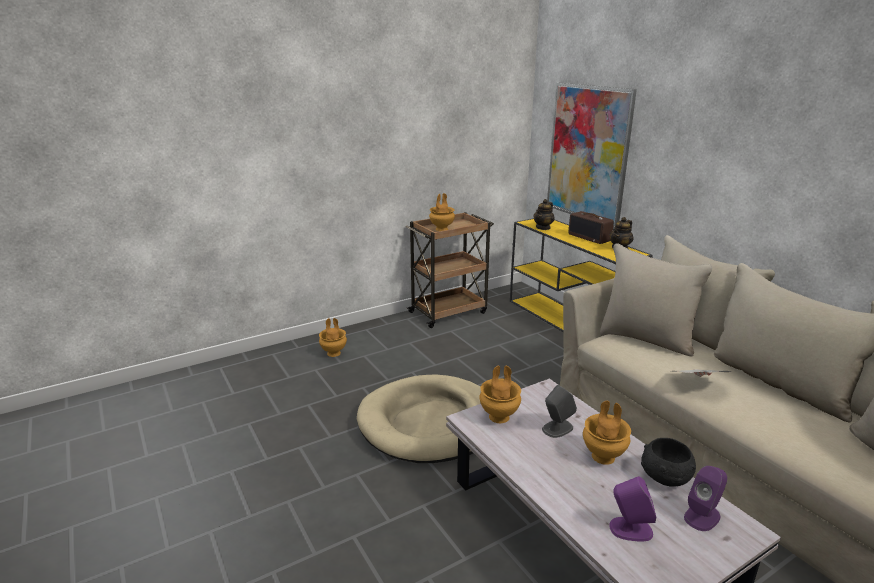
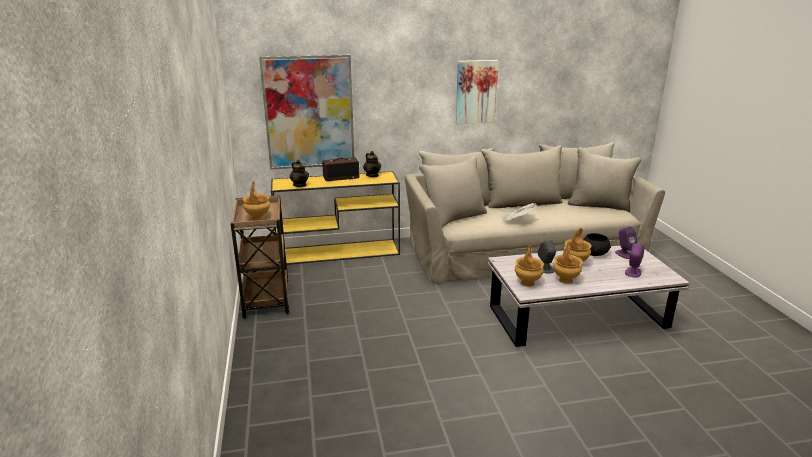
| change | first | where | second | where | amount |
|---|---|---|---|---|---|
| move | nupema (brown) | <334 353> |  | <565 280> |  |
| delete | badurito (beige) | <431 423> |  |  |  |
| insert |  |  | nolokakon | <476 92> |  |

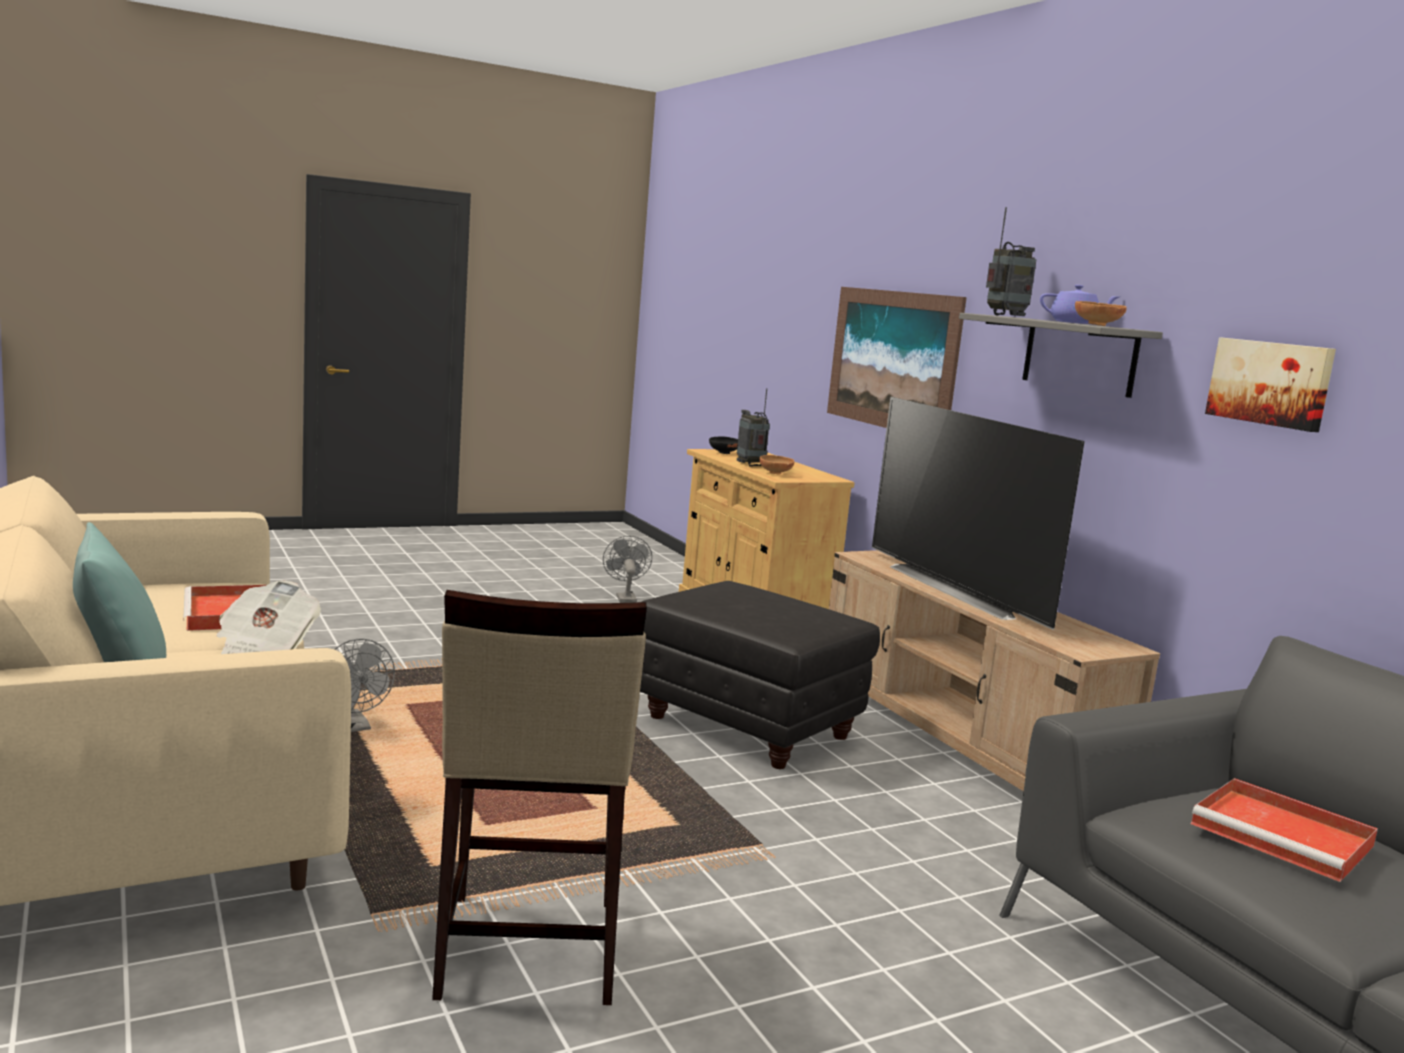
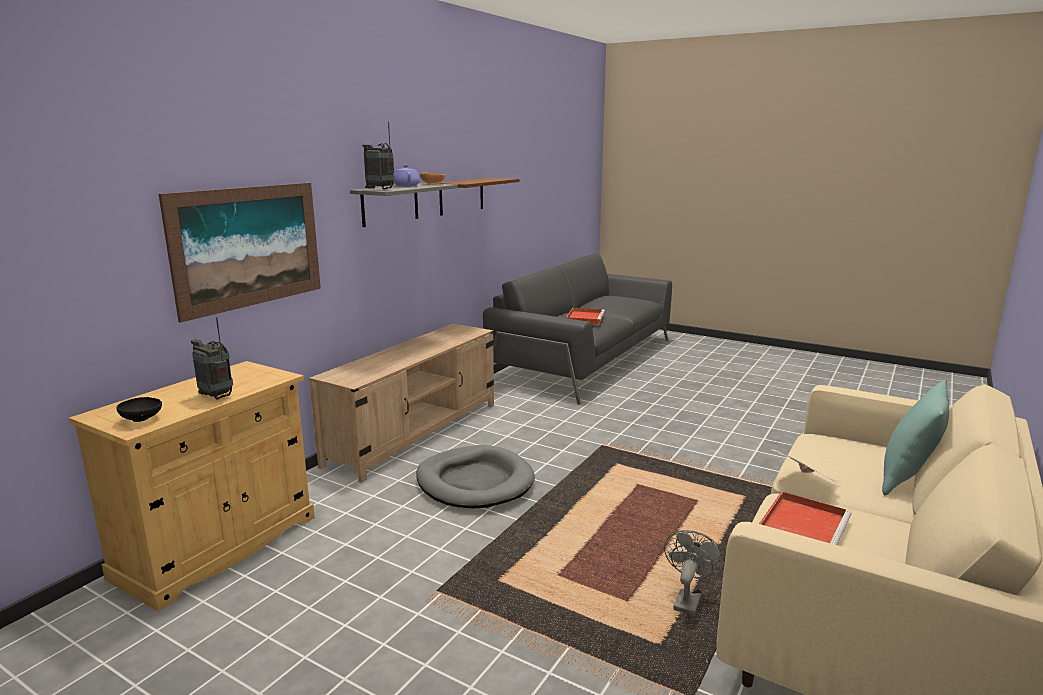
| change | first | where | second | where | amount |
|---|---|---|---|---|---|
| delete | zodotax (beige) | <526 948> |  |  |  |
| delete | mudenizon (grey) | <625 598> |  |  |  |
| replace | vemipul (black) | <748 726> | badurito (grey) | <475 482> |  |
| rotate | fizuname | <750 465> |  | <216 396> | 90 degrees clockwise |
| delete | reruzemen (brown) | <775 474> |  |  |  |
| delete | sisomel | <961 590> |  |  |  |
| replace | nolokakon | <1270 383> | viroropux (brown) | <461 196> |  |

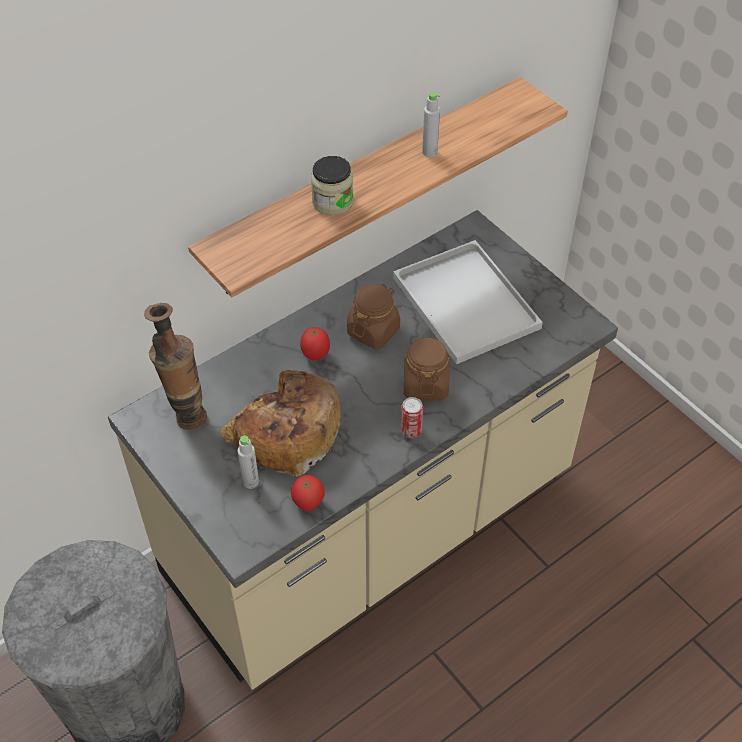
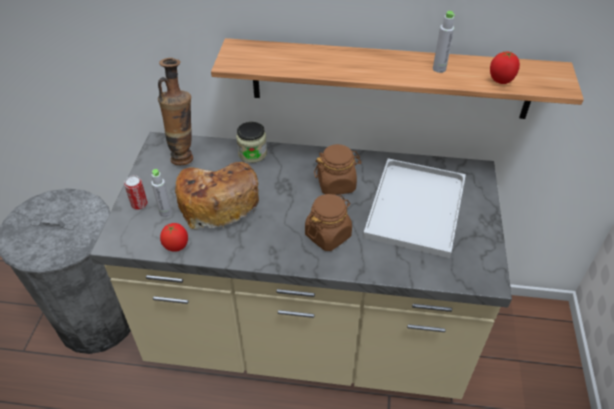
| change | first | where | second | where | amount |
|---|---|---|---|---|---|
| move | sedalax | <316 355> |  | <501 81> |  |
| move | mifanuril | <332 201> |  | <252 153> |  |
| move | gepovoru | <411 431> |  | <139 204> |  |

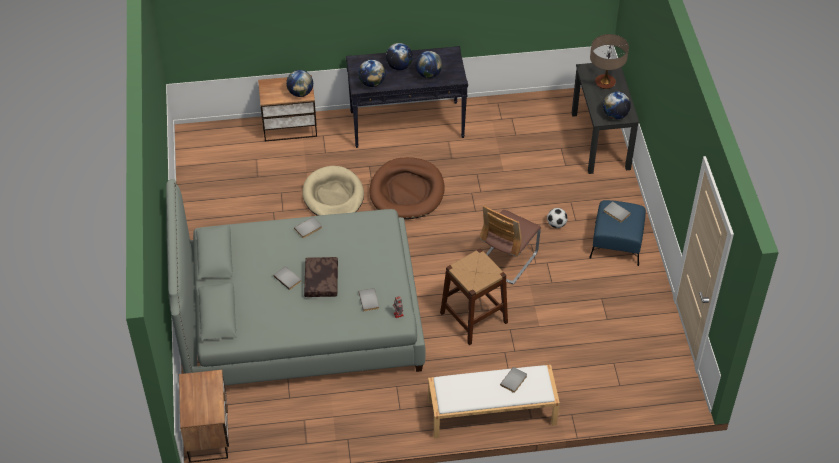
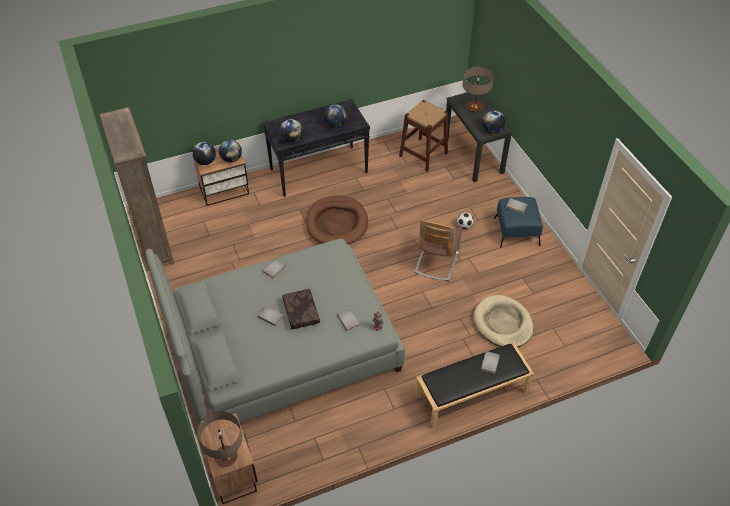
| change | first | where | second | where | amount |
|---|---|---|---|---|---|
| move | badurito (beige) | <333 196> |  | <503 323> |  |
| move | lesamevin | <399 66> |  | <205 162> |  |
| recolor | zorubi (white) | <491 413> | zorubi (black) | <471 394> |  |
| move | zodotax (brown) | <473 317> |  | <423 154> |  |
| insert |  |  | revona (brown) | <154 244> |  |
| insert |  |  | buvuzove | <226 457> |  |

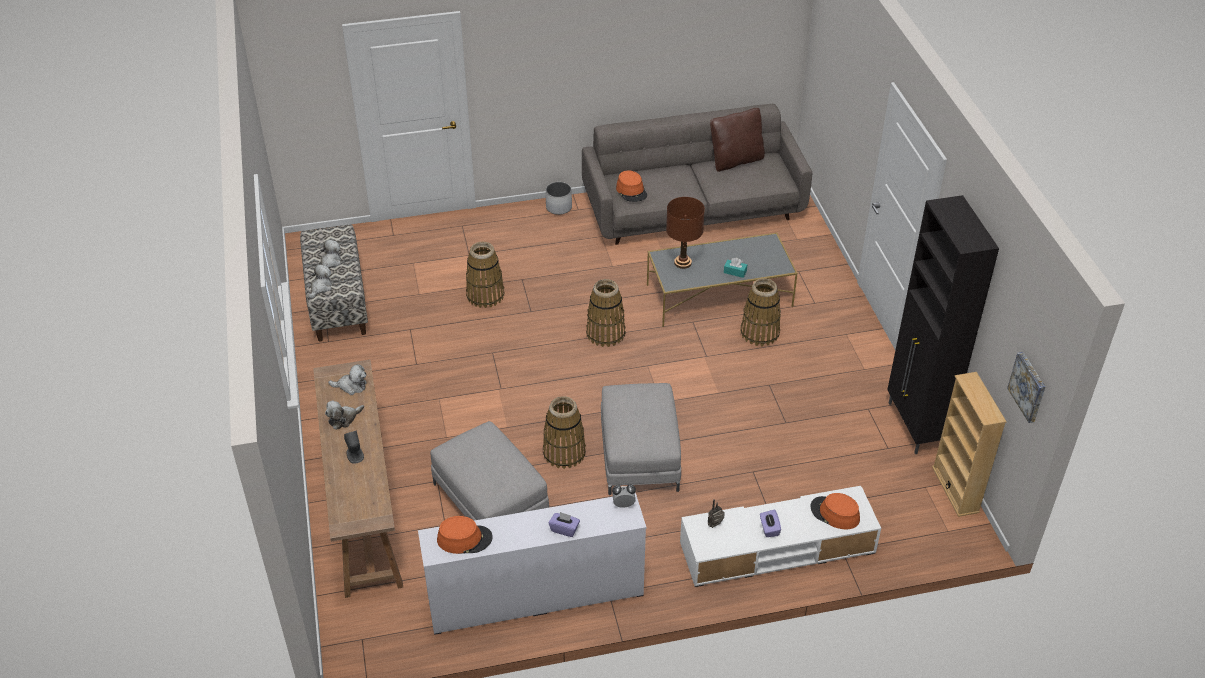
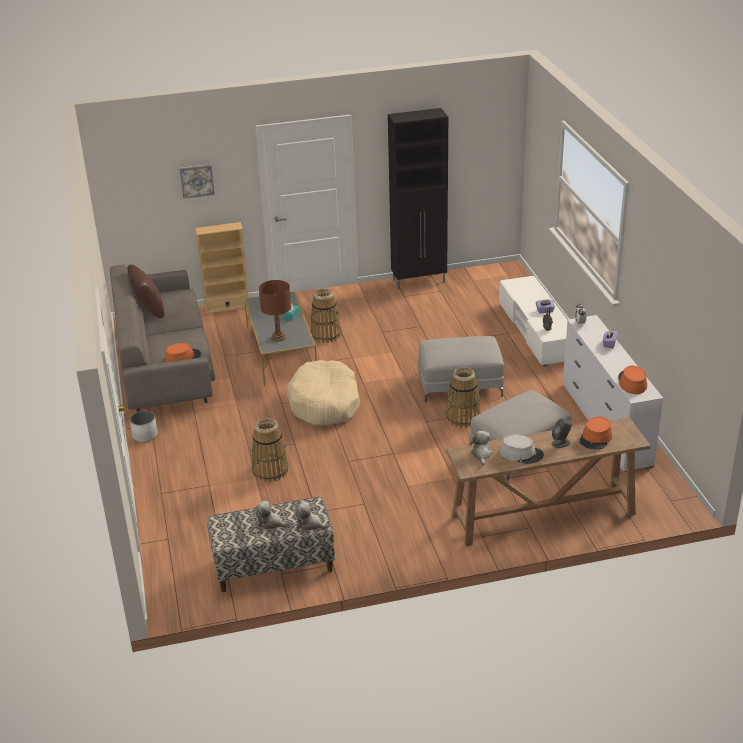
| change | first | where | second | where | amount |
|---|---|---|---|---|---|
| replace | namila | <343 419> | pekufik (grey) | <521 453> |  |
| replace | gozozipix | <606 333> | badurito (beige) | <325 403> |  |
| move | pekufik (orange) | <834 513> |  | <596 438> |  |
| move | revona (beige) | <955 489> |  | <227 307> |  |
| move | nolokakon | <1028 387> |  | <197 180> |  |

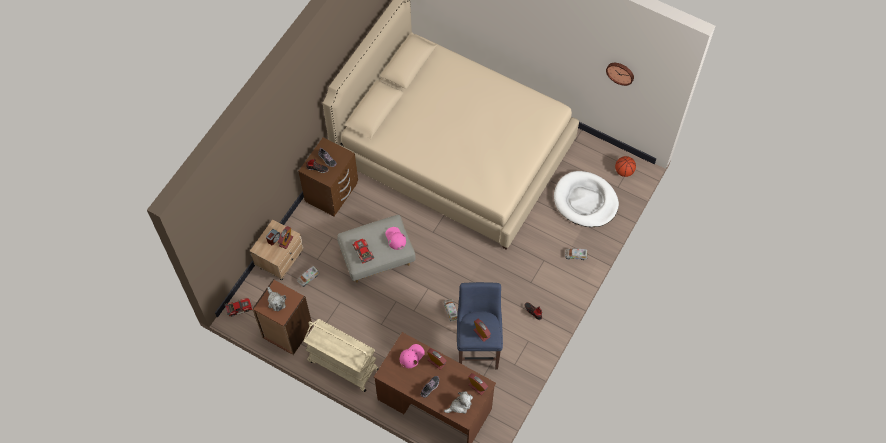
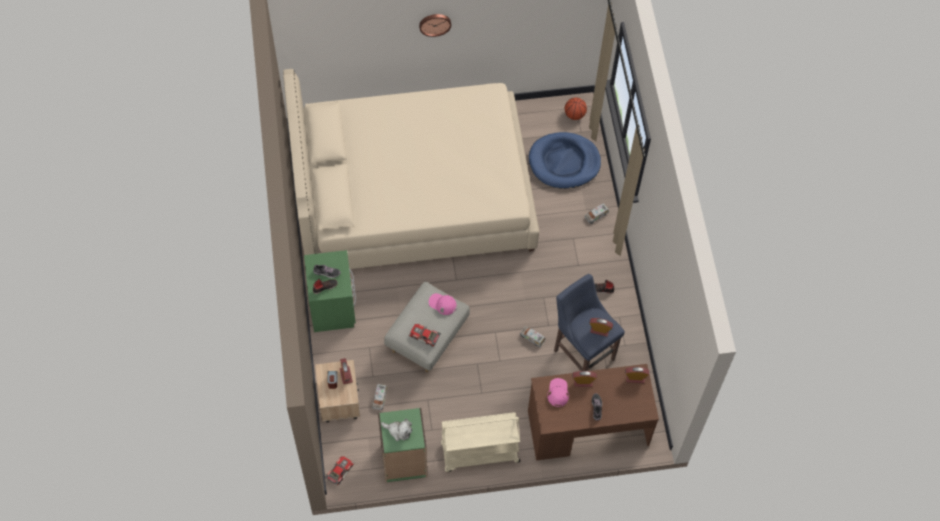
| change | first | where | second | where | amount |
|---|---|---|---|---|---|
| recolor | revona (brown) | <287 332> | revona (green) | <403 461> |  |
| recolor | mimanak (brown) | <332 193> | mimanak (green) | <333 307> |  |
| delete | namila | <460 405> |  |  |  |
| recolor | badurito (white) | <585 201> | badurito (blue) | <564 162> |  |
| move | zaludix | <620 72> |  | <435 23> |  |

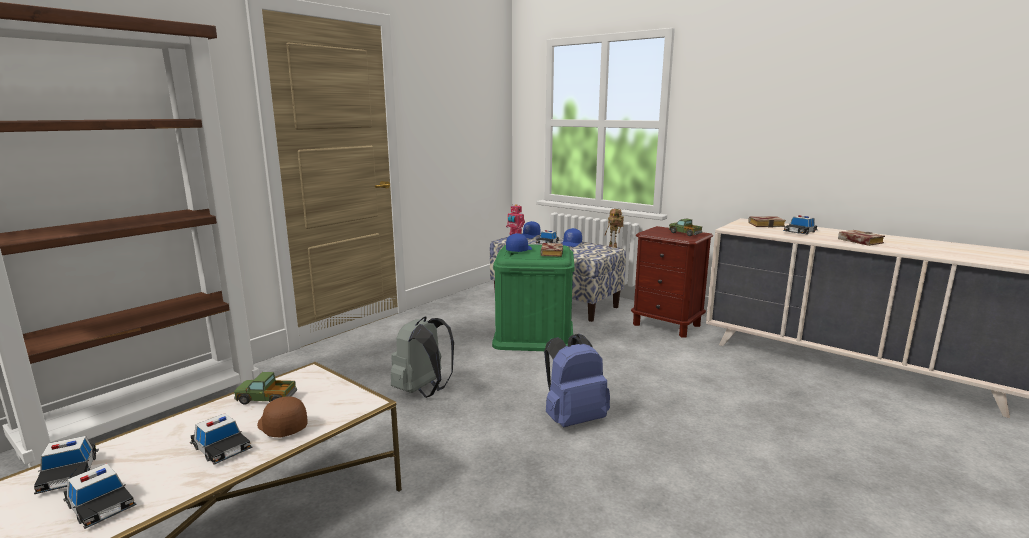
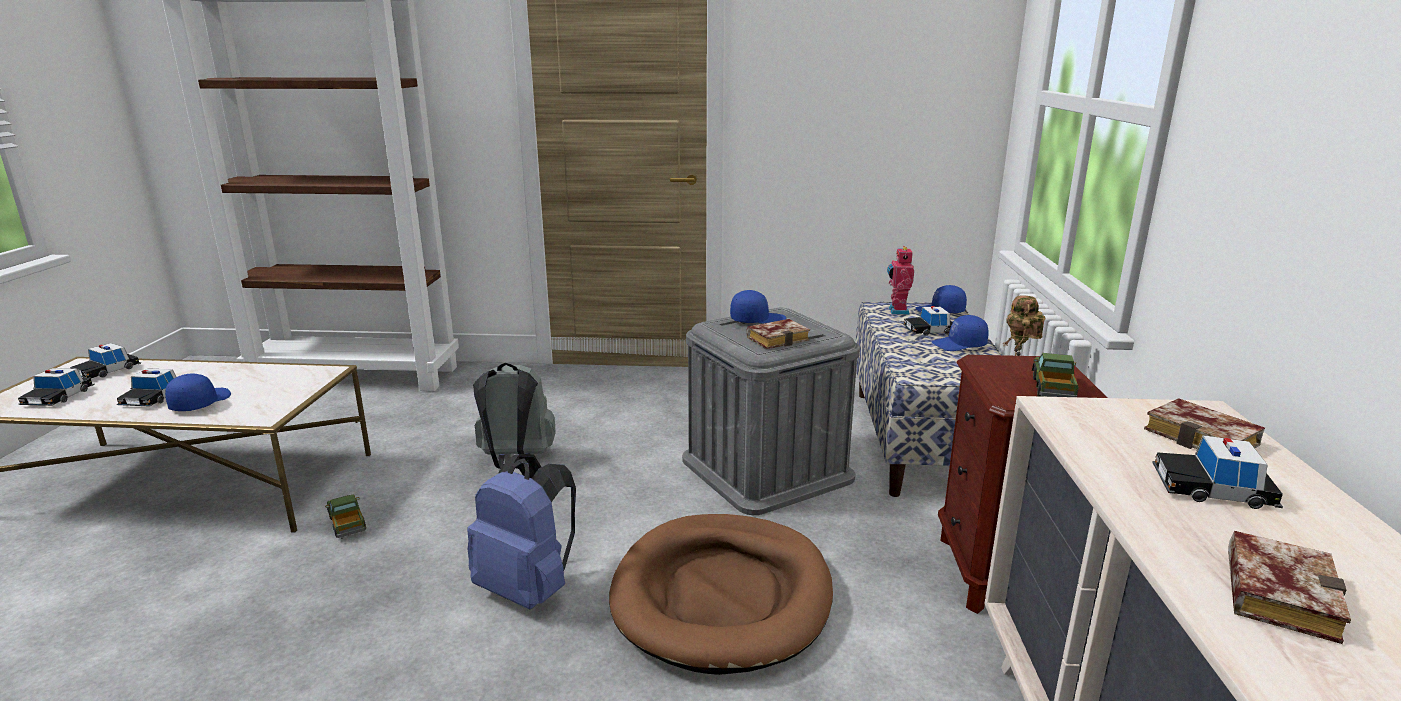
| change | first | where | second | where | amount |
|---|---|---|---|---|---|
| move | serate | <267 399> |  | <347 524> |  |
| recolor | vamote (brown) | <281 426> | vamote (blue) | <200 402> |  |
| recolor | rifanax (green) | <534 335> | rifanax (grey) | <766 468> |  |
| insert |  |  | badurito (brown) | <722 596> |  |

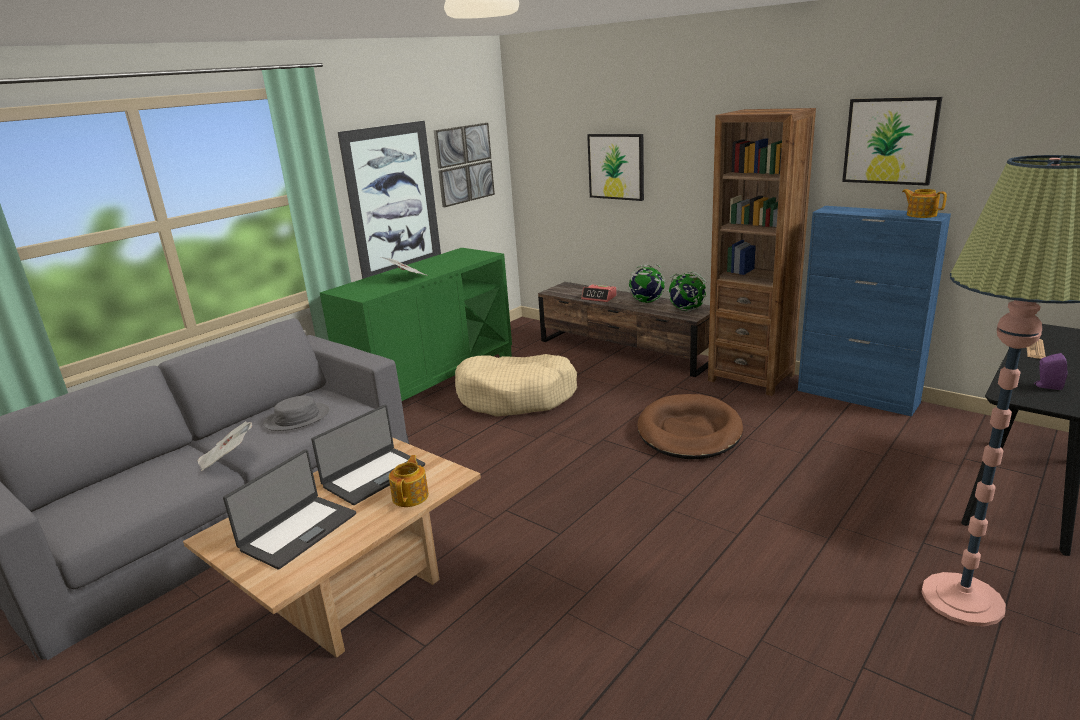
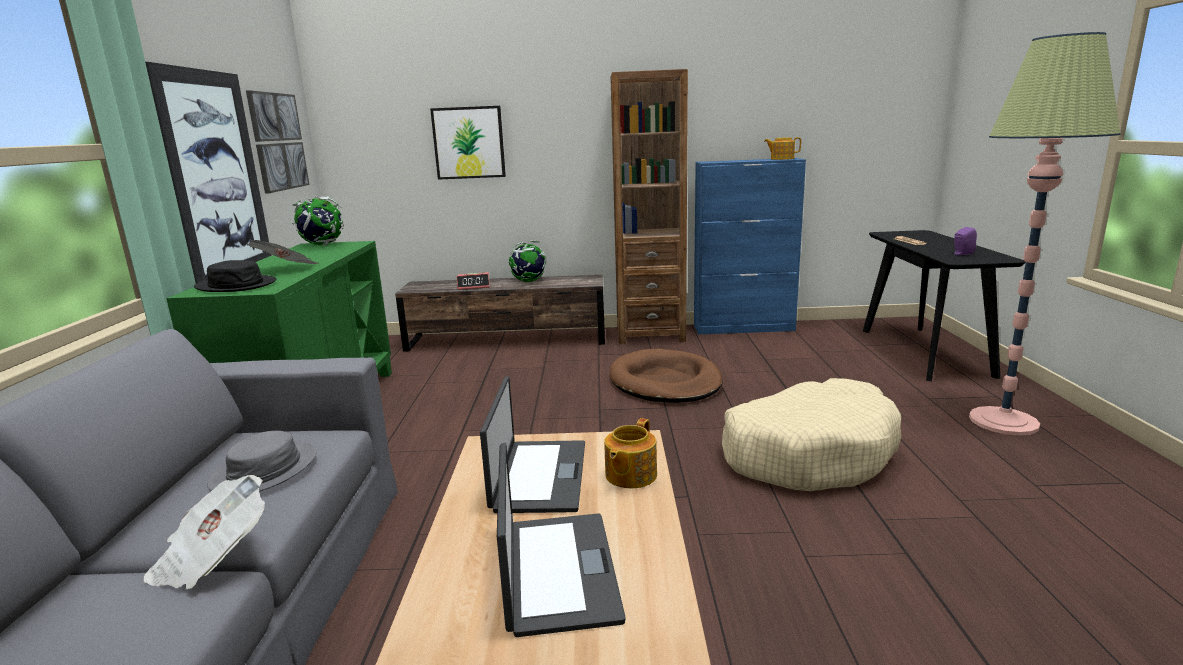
| change | first | where | second | where | amount |
|---|---|---|---|---|---|
| rotate | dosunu | <411 496> |  | <629 475> | 120 degrees counterclockwise |
| move | badurito (beige) | <516 397> |  | <808 453> |  |
| move | lesamevin | <686 310> |  | <322 244> |  |
| delete | nolokakon | <890 141> |  |  |  |
| insert |  |  | pekufik (black) | <236 285> |  |

